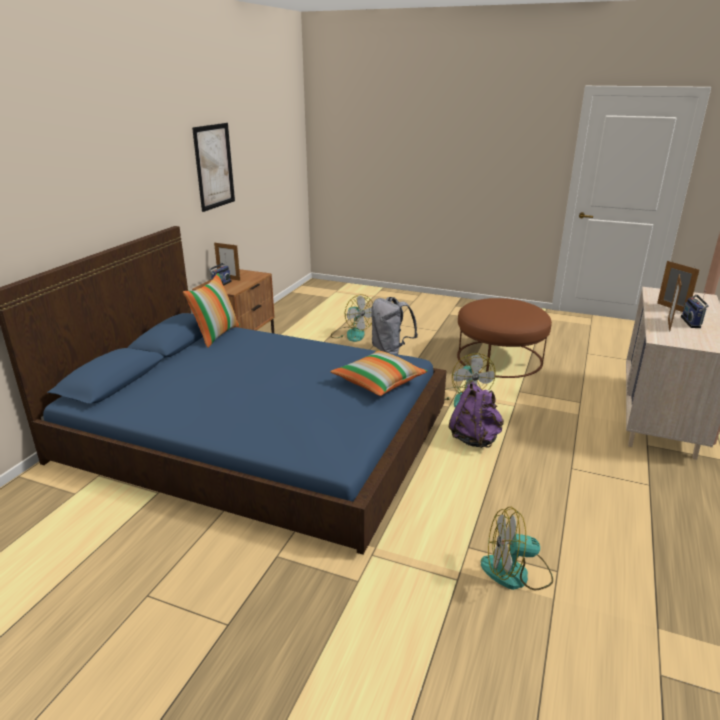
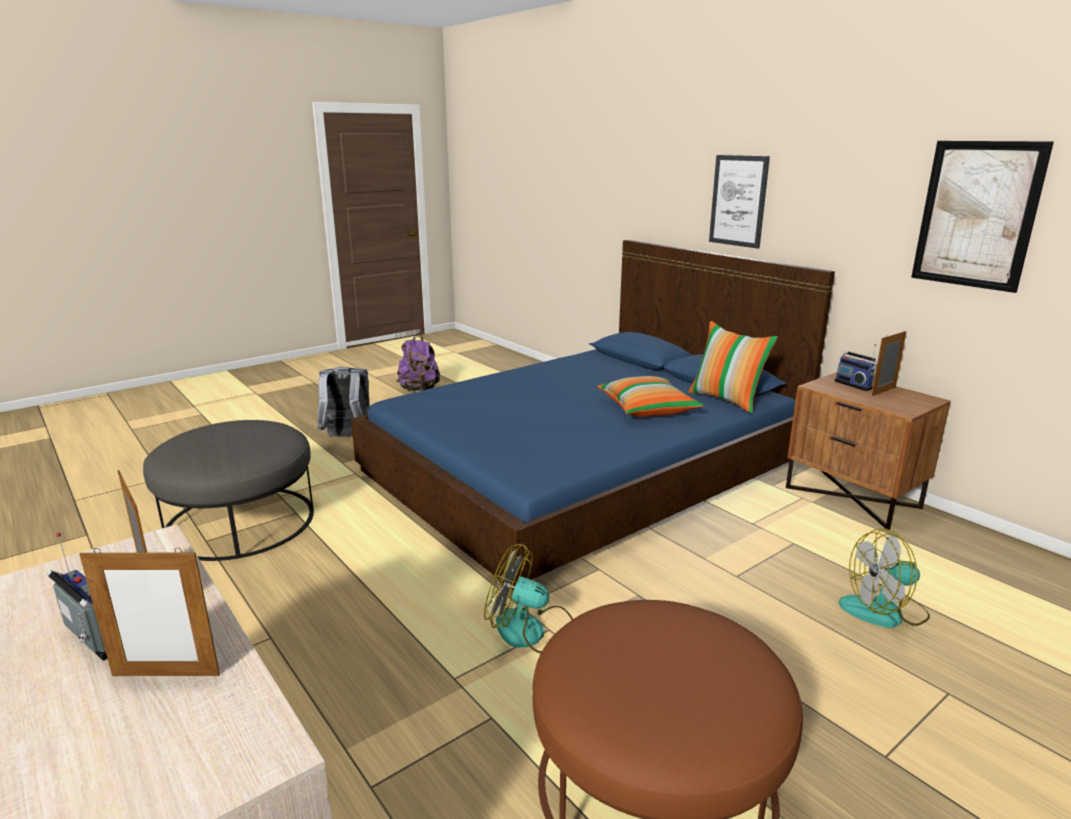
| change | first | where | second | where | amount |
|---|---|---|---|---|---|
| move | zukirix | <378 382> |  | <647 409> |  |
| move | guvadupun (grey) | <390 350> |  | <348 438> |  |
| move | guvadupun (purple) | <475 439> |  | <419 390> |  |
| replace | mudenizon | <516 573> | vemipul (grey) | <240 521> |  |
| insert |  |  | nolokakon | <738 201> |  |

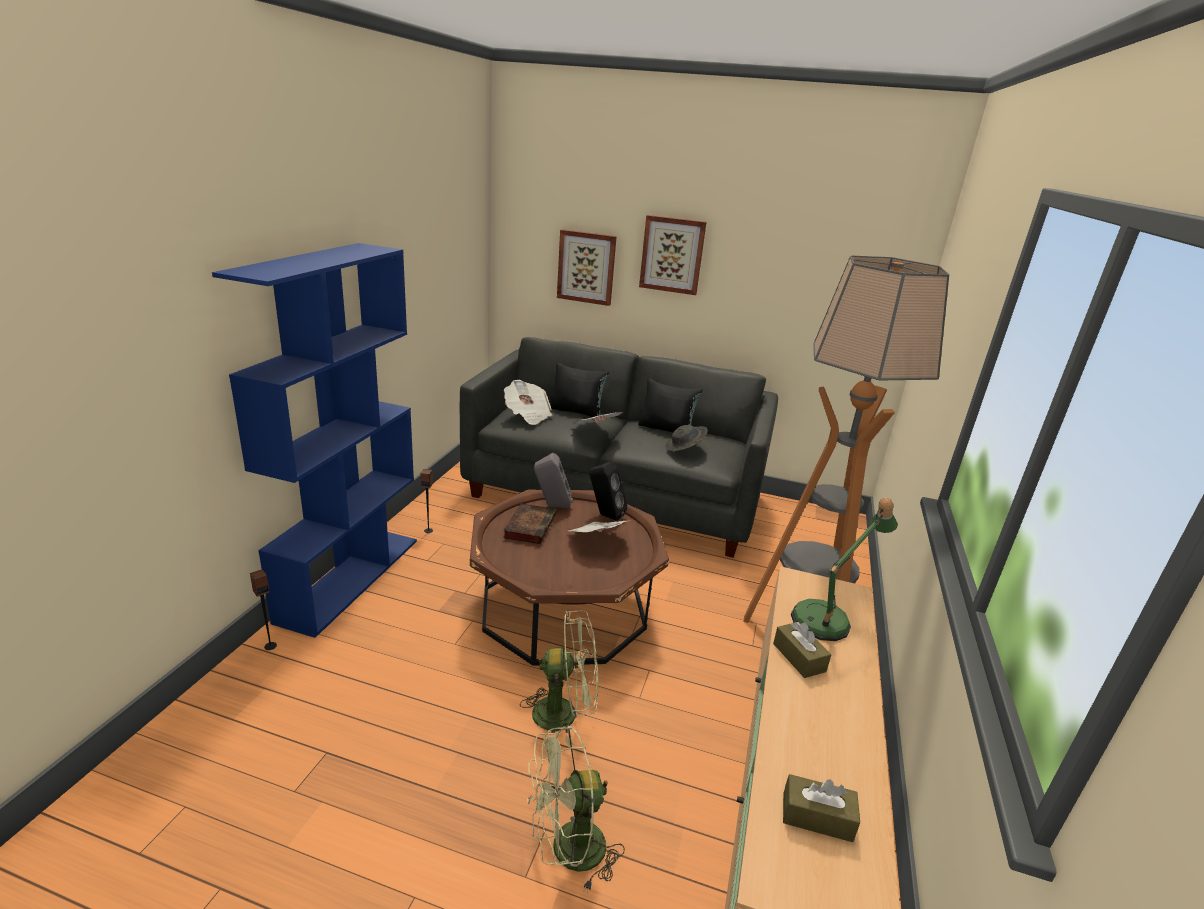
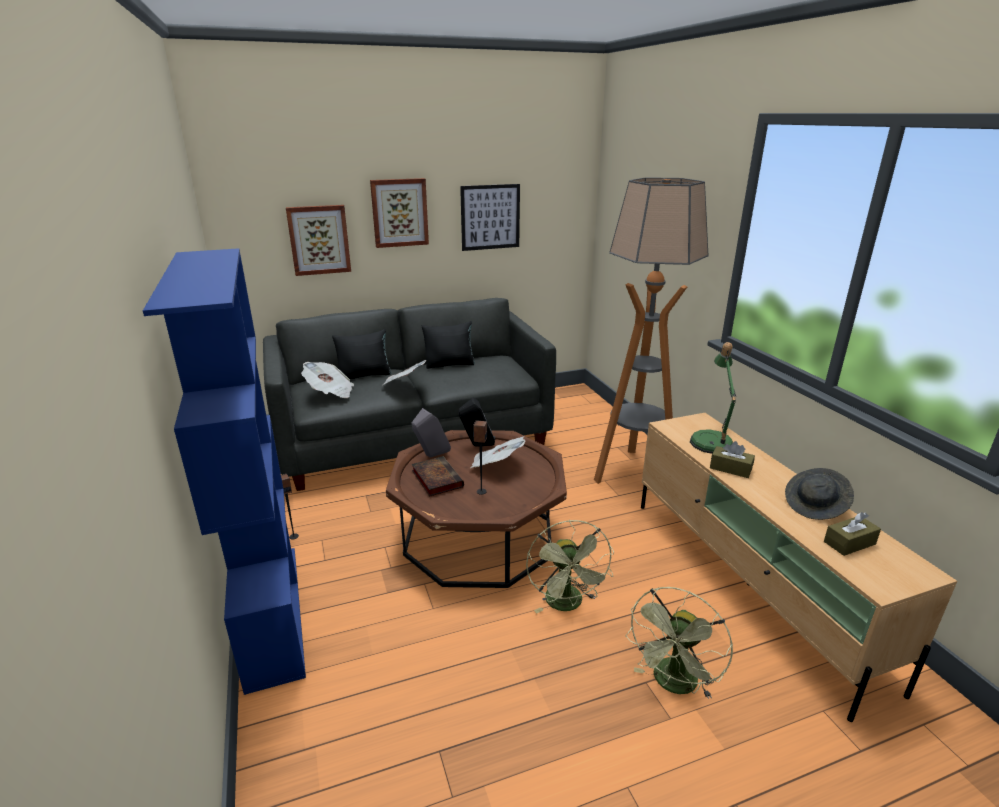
| change | first | where | second | where | amount |
|---|---|---|---|---|---|
| move | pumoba | <270 646> |  | <481 491> |  |
| rotate | mudenizon (green) | <564 713> |  | <567 604> | 120 degrees clockwise |
| move | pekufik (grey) | <684 449> |  | <815 506> |  |
| insert |  |  | nolokakon | <490 217> |  |

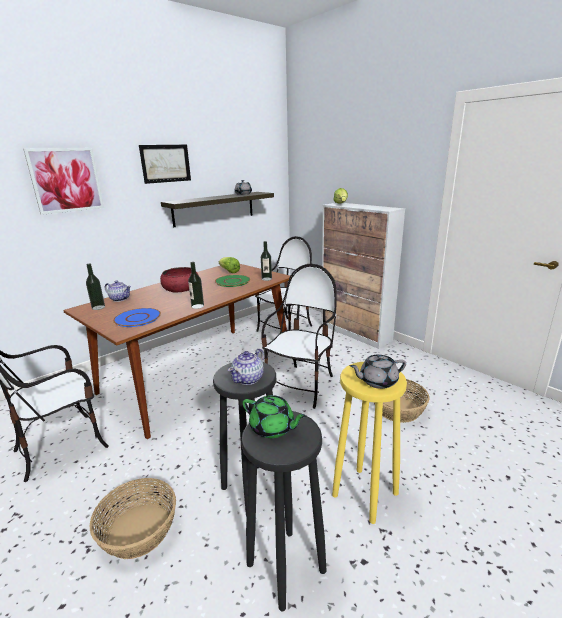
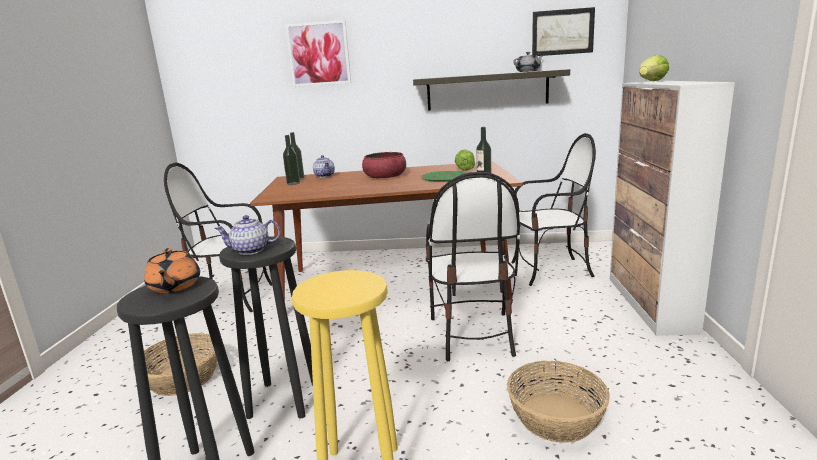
| change | first | where | second | where | amount |
|---|---|---|---|---|---|
| delete | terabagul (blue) | <138 318> |  |  |  |
| move | nolokakon | <165 163> |  | <562 32> |  |
| move | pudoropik | <197 306> |  | <293 183> |  |
| recolor | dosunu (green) | <273 428> | dosunu (orange) | <174 287> |  |
| rotate | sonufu | <301 386> |  | <472 335> | 105 degrees clockwise |
| delete | dosunu (grey) | <377 381> |  |  |  |

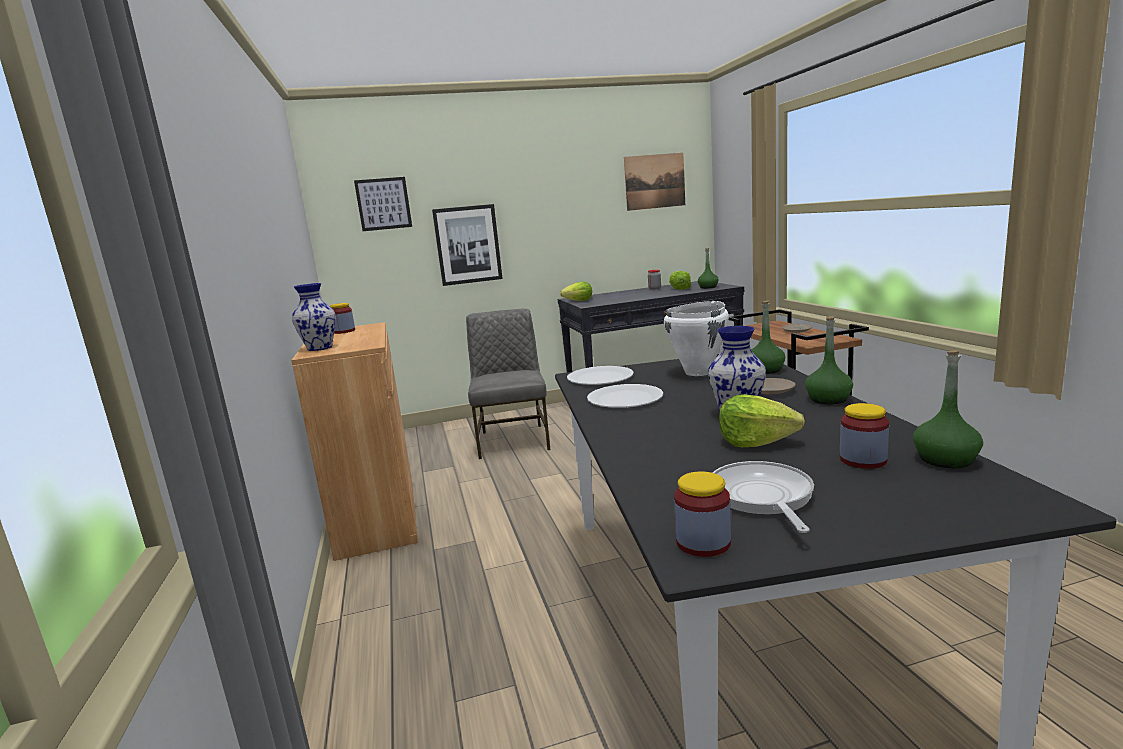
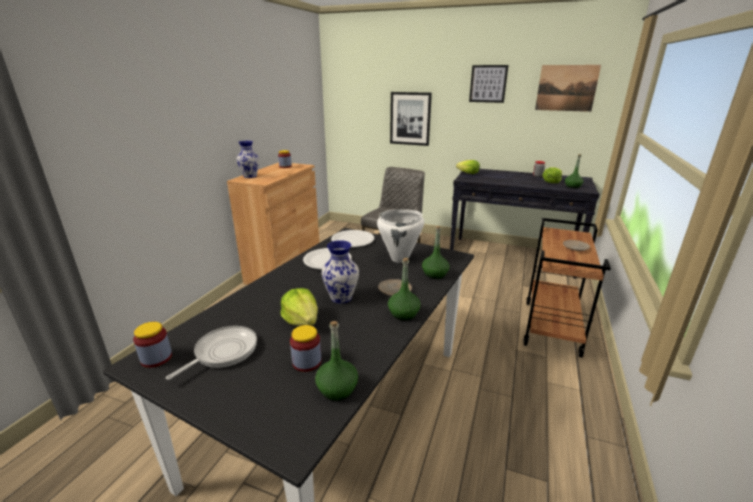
| change | first | where | second | where | amount |
|---|---|---|---|---|---|
| move | nolokakon | <383 204> |  | <488 84> |  |

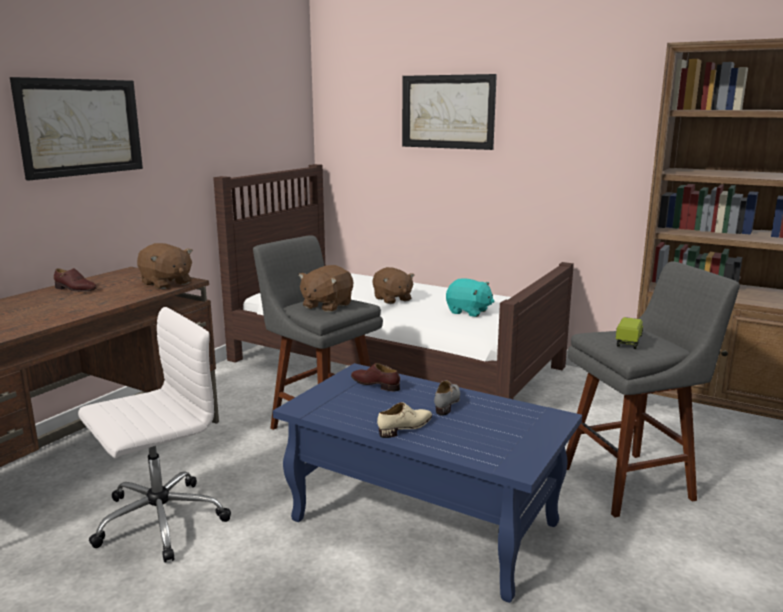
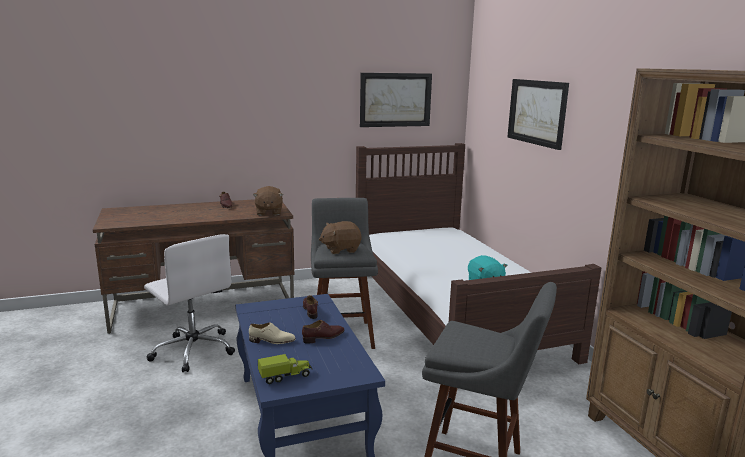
| change | first | where | second | where | amount |
|---|---|---|---|---|---|
| move | nolokakon | <80 127> |  | <395 100> |  |
| rotate | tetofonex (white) | <158 521> |  | <193 350> | 45 degrees clockwise |
| delete | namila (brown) | <392 299> |  |  |  |
| recolor | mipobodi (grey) | <448 403> | mipobodi (brown) | <323 337> |  |
| move | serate | <629 341> |  | <285 376> |  |

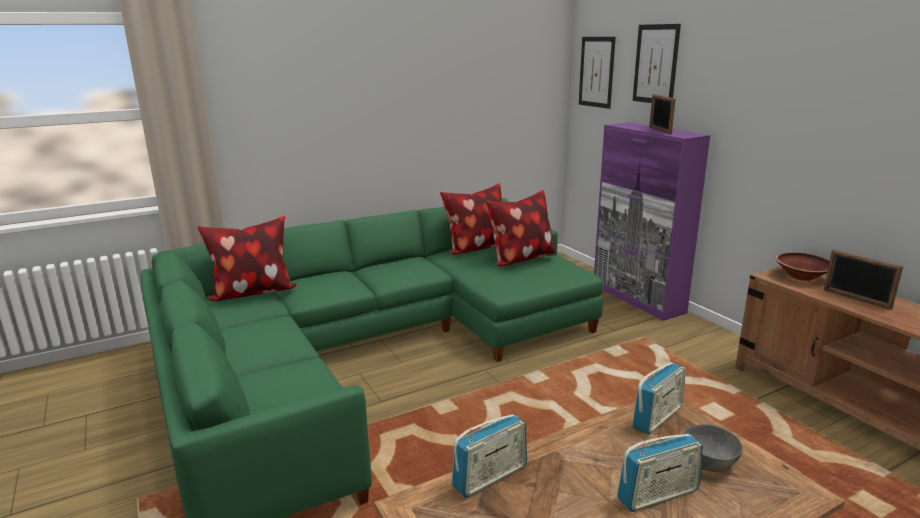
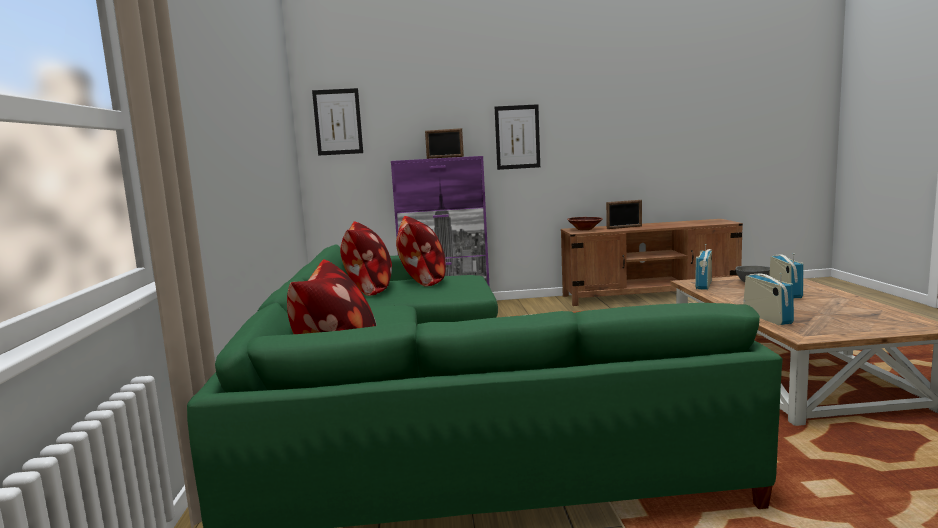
| change | first | where | second | where | amount |
|---|---|---|---|---|---|
| rotate | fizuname | <657 417> |  | <703 285> | 135 degrees counterclockwise |
| move | nolokakon | <655 64> |  | <517 137> |  |

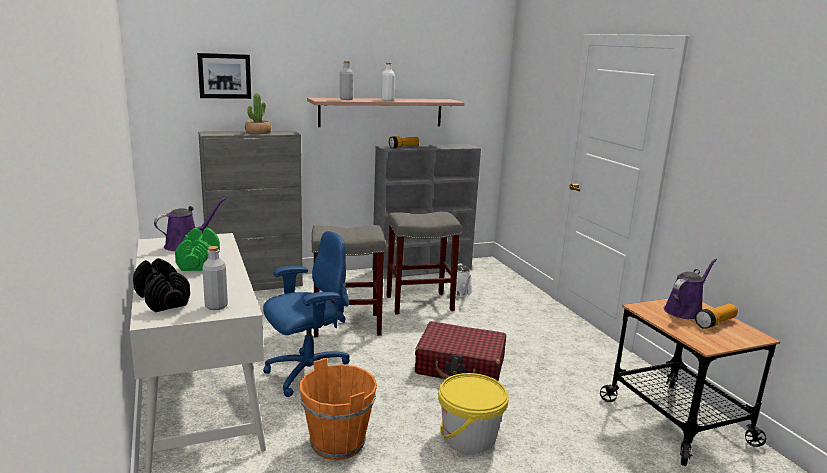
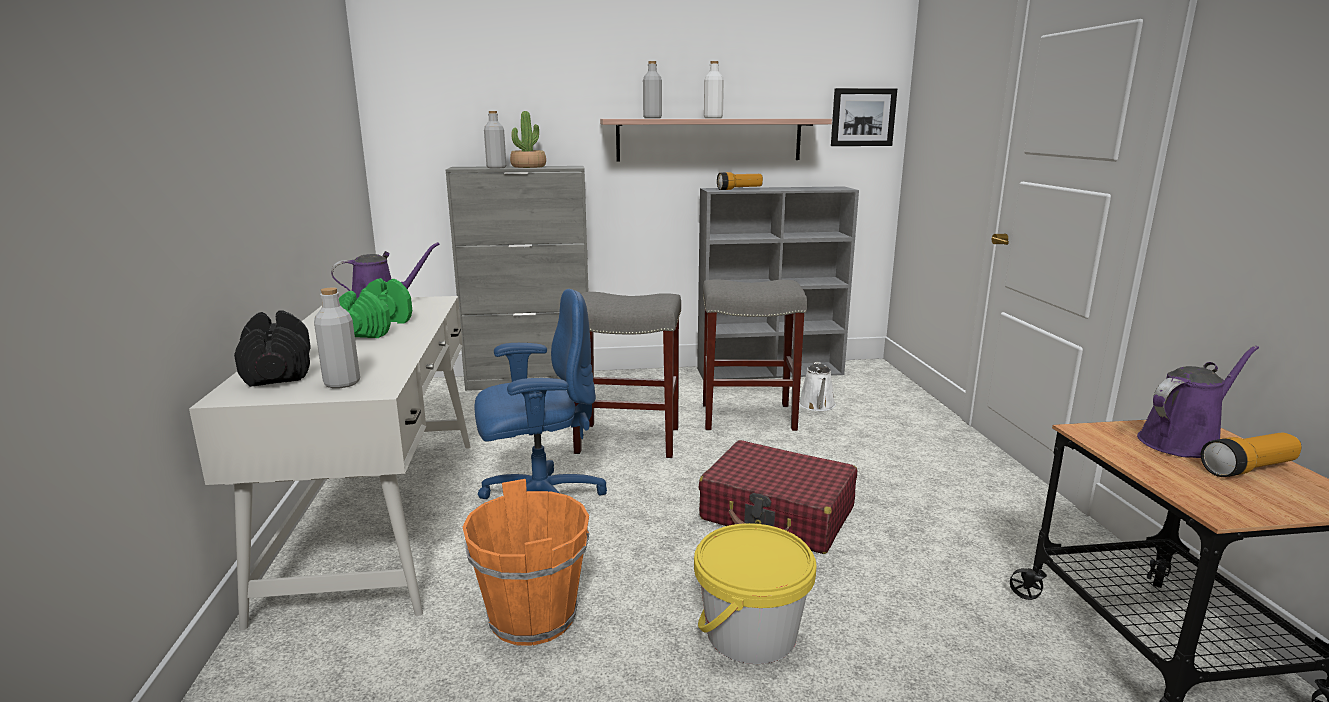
| change | first | where | second | where | amount |
|---|---|---|---|---|---|
| move | nolokakon | <224 76> |  | <862 117> |  |
| insert |  |  | pudoropik (grey) | <496 168> |  |

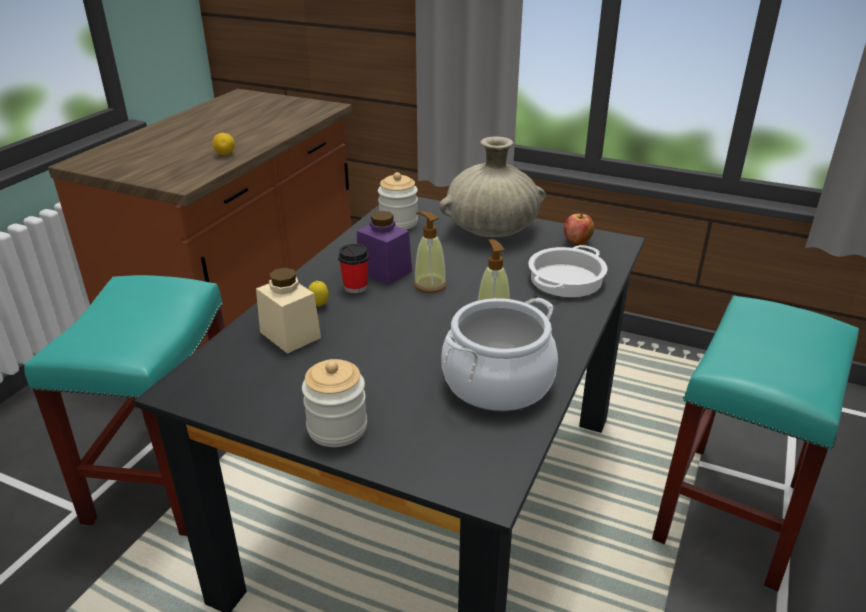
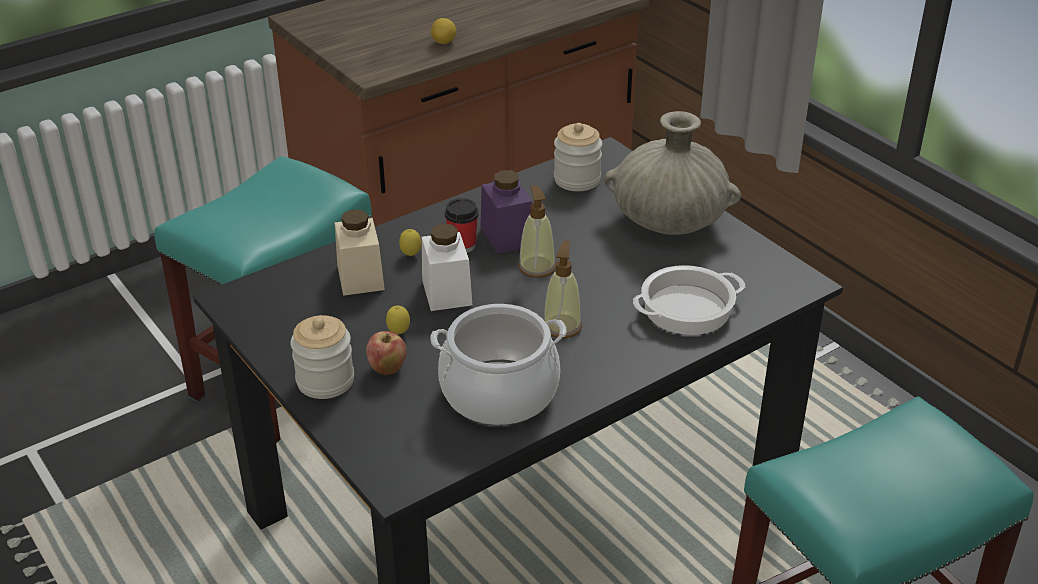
| change | first | where | second | where | amount |
|---|---|---|---|---|---|
| move | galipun | <577 242> |  | <387 369> |  |
| insert |  |  | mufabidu | <399 333> |  |
| insert |  |  | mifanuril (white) | <447 292> |  |

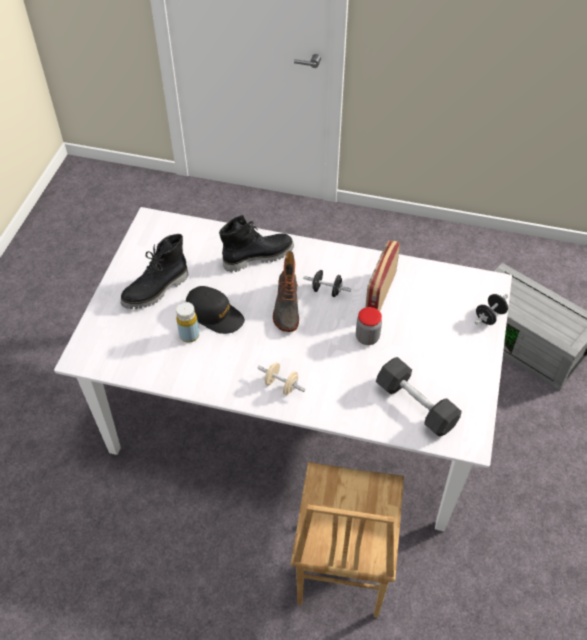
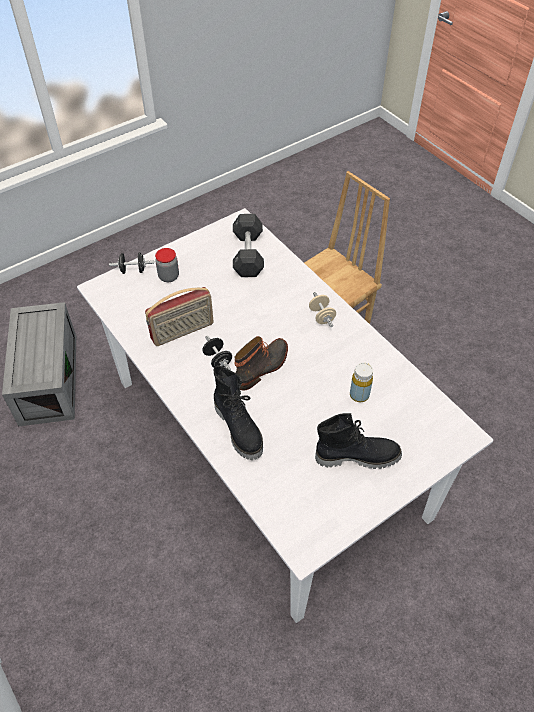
| change | first | where | second | where | amount |
|---|---|---|---|---|---|
| delete | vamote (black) | <215 314> |  |  |  |
| rotate | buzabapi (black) | <258 256> |  | <239 429> | 135 degrees counterclockwise |
| move | mifanuril | <367 337> |  | <169 276> |  |

